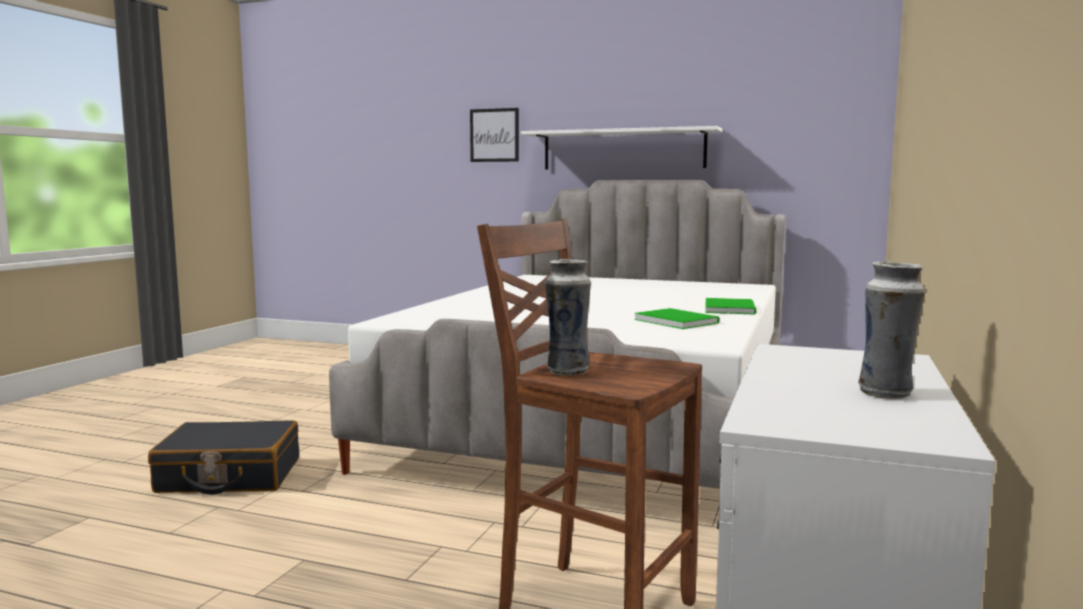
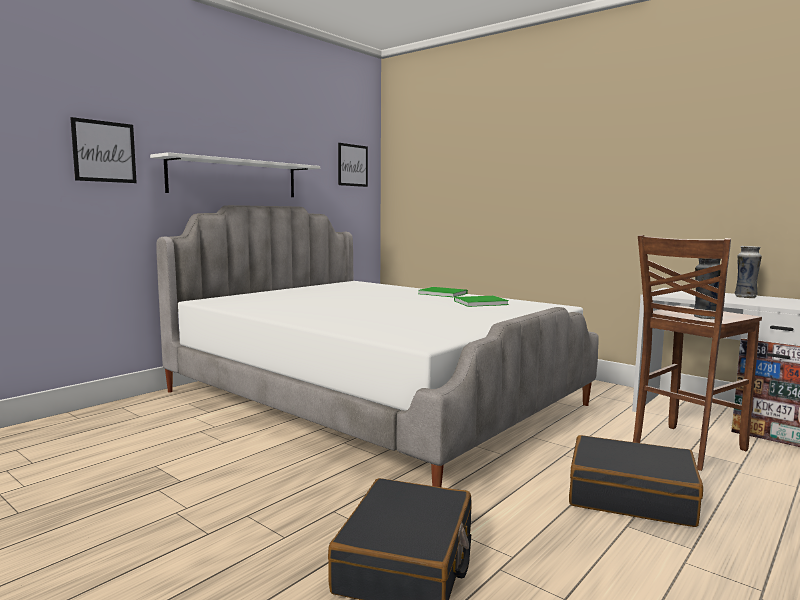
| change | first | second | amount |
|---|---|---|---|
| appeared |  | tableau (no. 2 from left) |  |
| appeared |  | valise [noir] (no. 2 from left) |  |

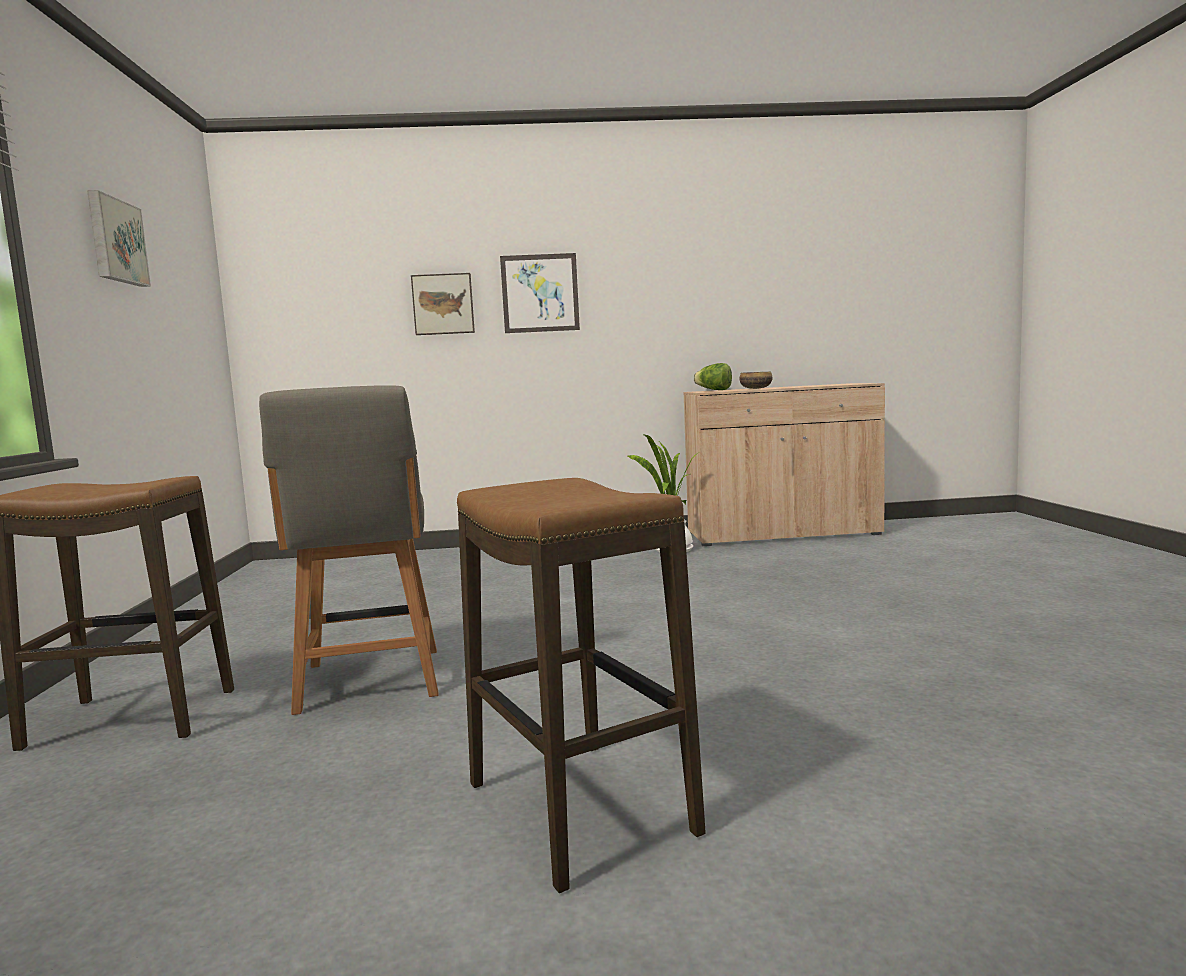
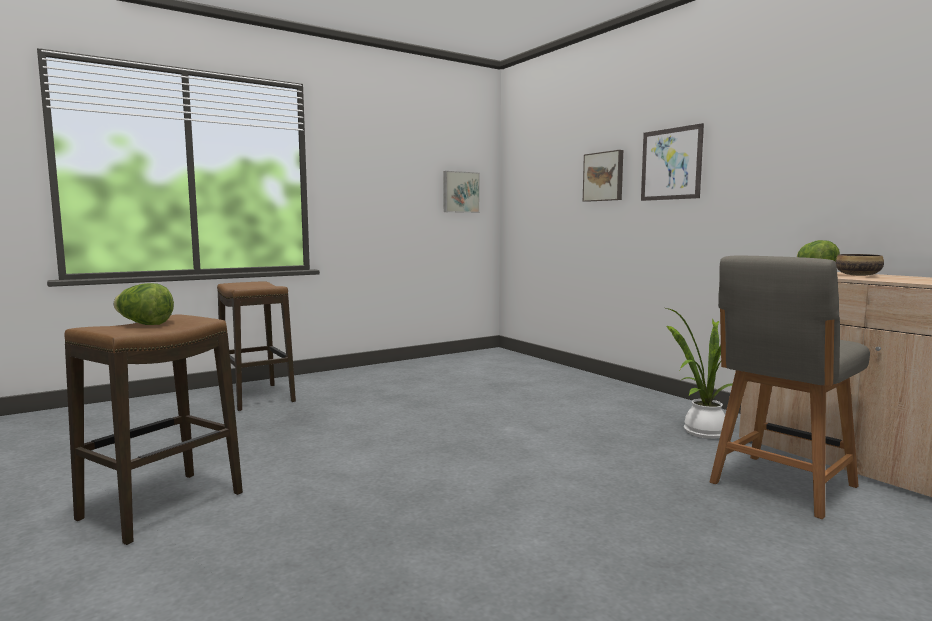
| change | first | second | amount |
|---|---|---|---|
| relocated | tableau (no. 1 from left) |  |  |
| relocated | chaise [gris] |  |  |
| appeared |  | laitue (no. 1 from left) |  |

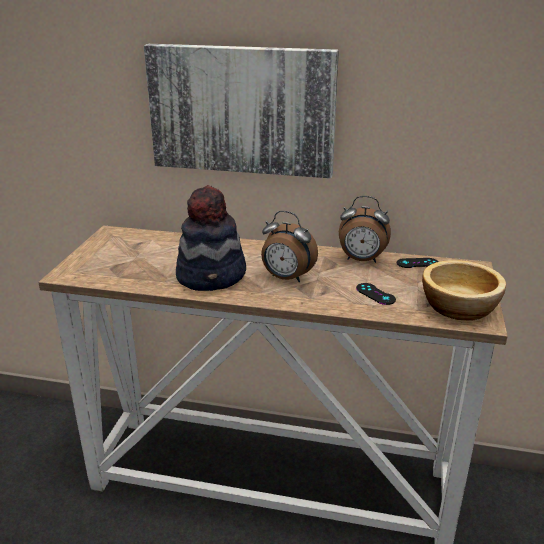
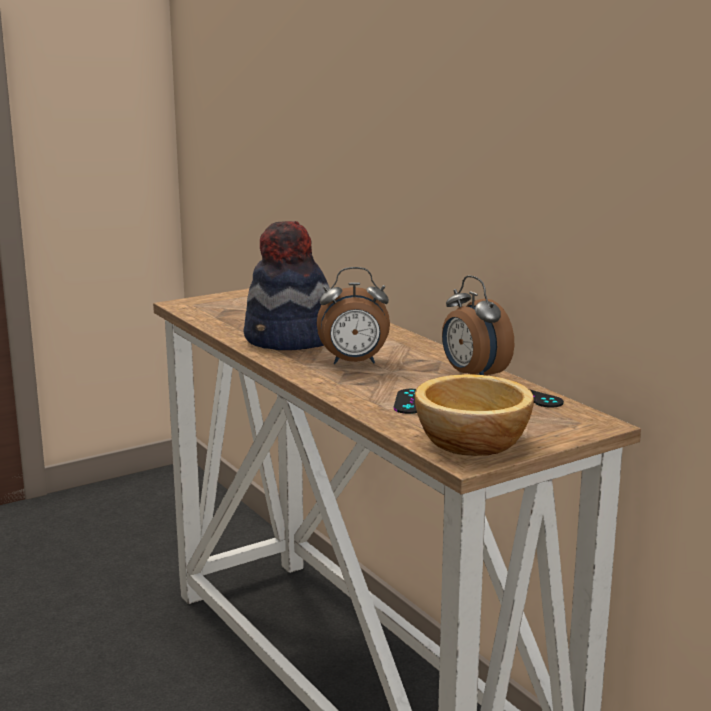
| change | first | second | amount |
|---|---|---|---|
| missing | tableau |  |  |
| spun | réveil (no. 1 from left) |  | 75 degrees counterclockwise |

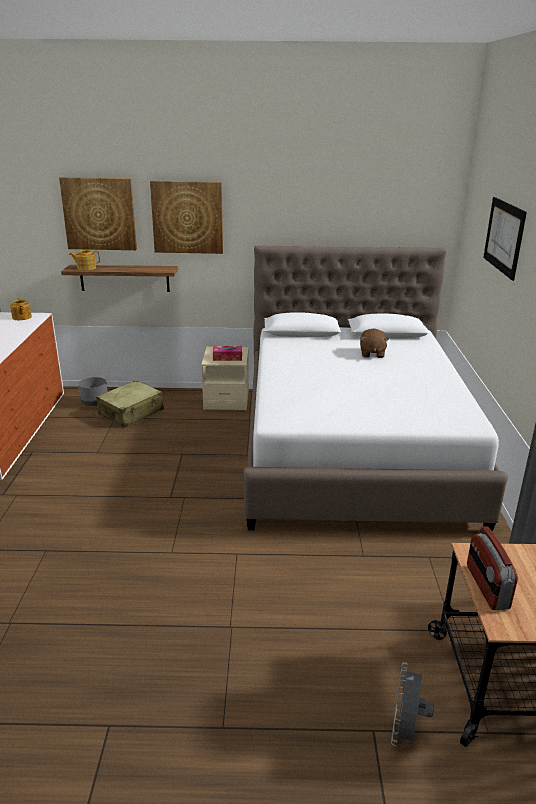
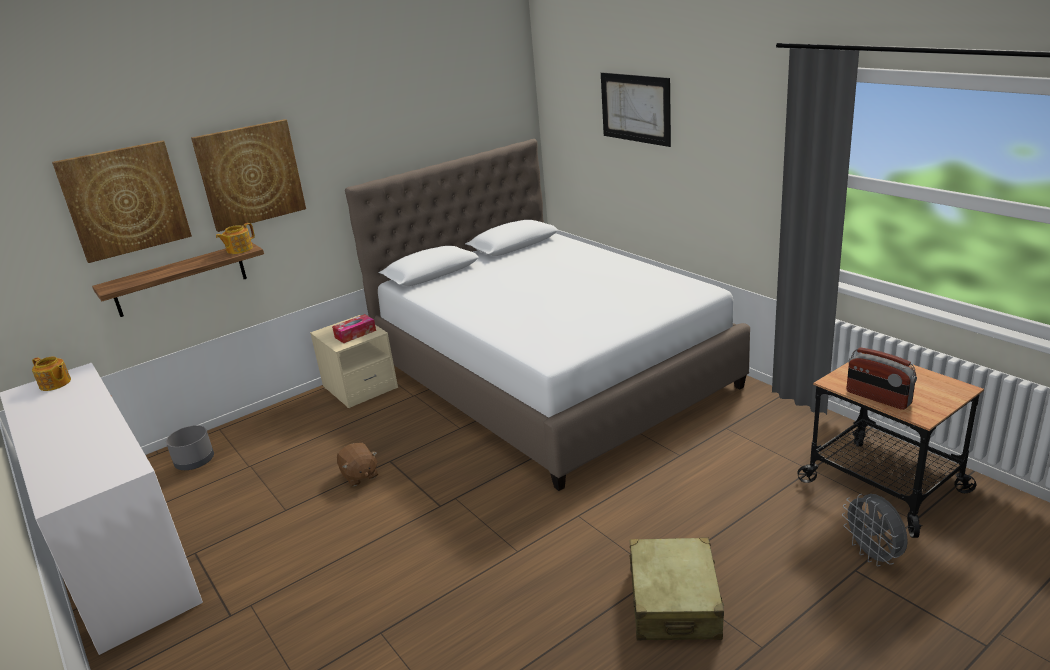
| change | first | second | amount |
|---|---|---|---|
| relocated | théière (no. 2 from left) |  |  |
| relocated | valise [beige] |  |  |
| relocated | peluche [marron] |  |  |

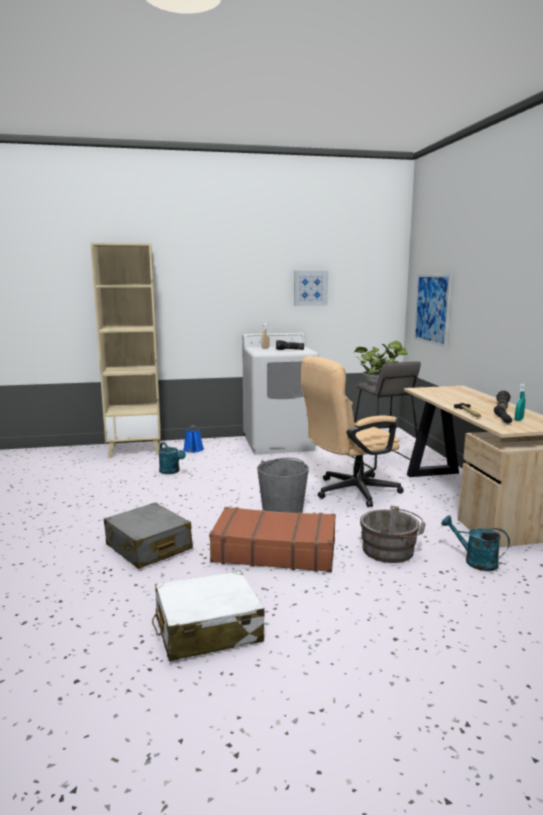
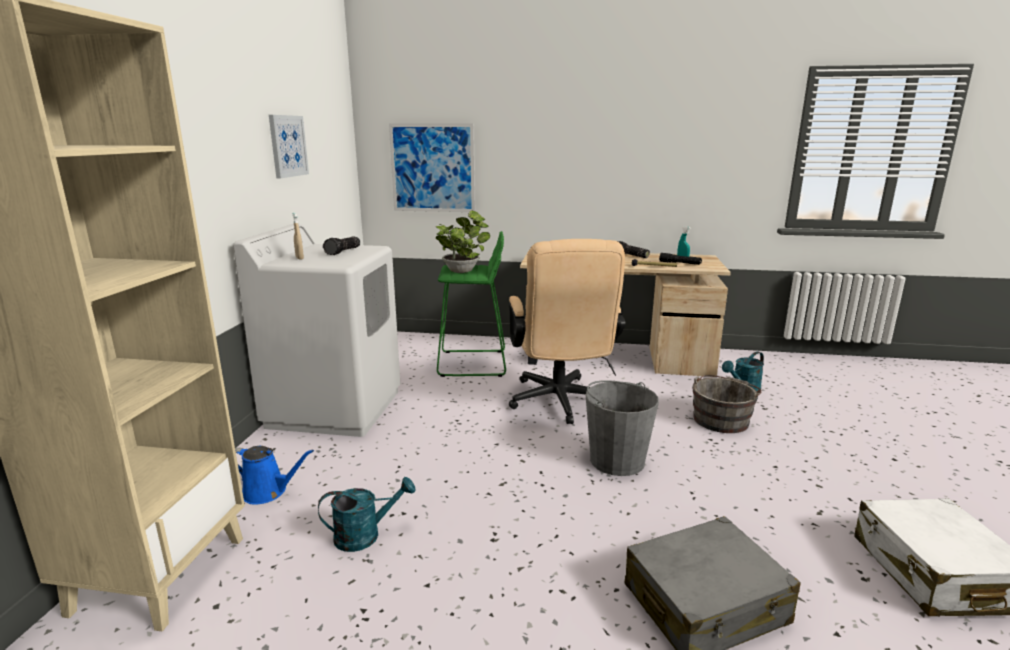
| change | first | second | amount |
|---|---|---|---|
| missing | valise [marron] |  |  |
| colour | tabouret [gris] | tabouret [vert] |  |

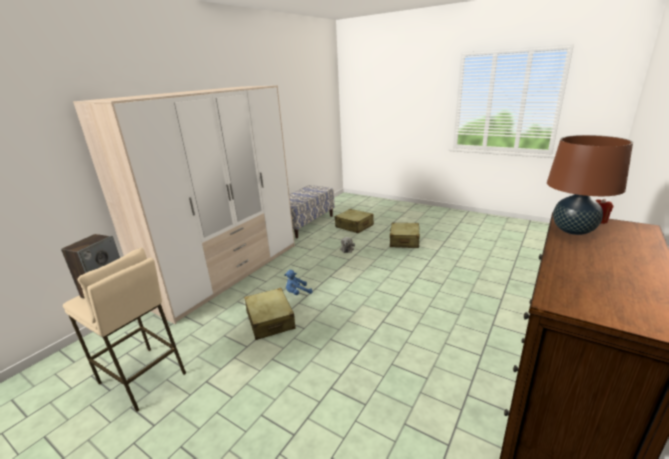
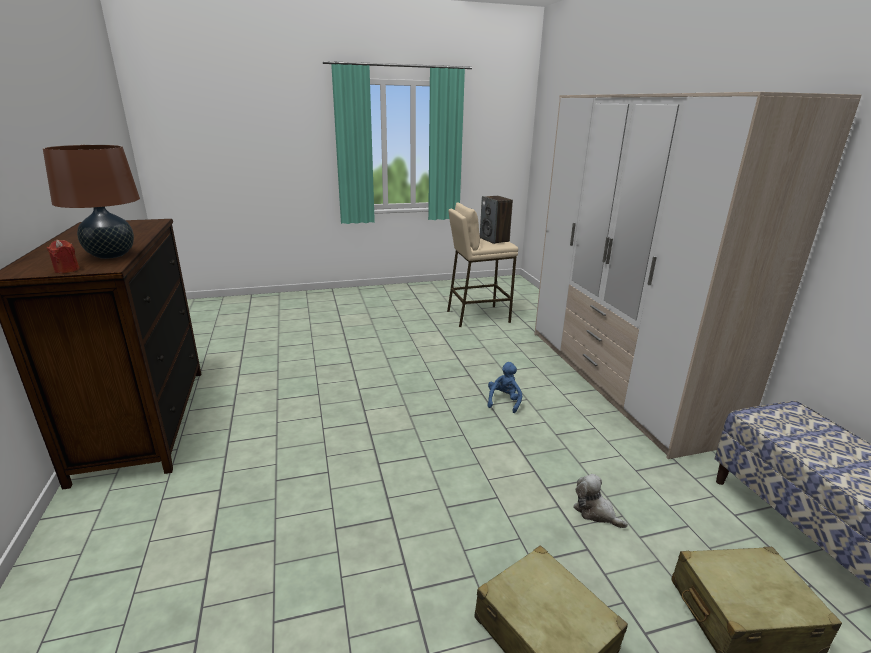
| change | first | second | amount |
|---|---|---|---|
| missing | valise [beige] (no. 1 from left) |  |  |

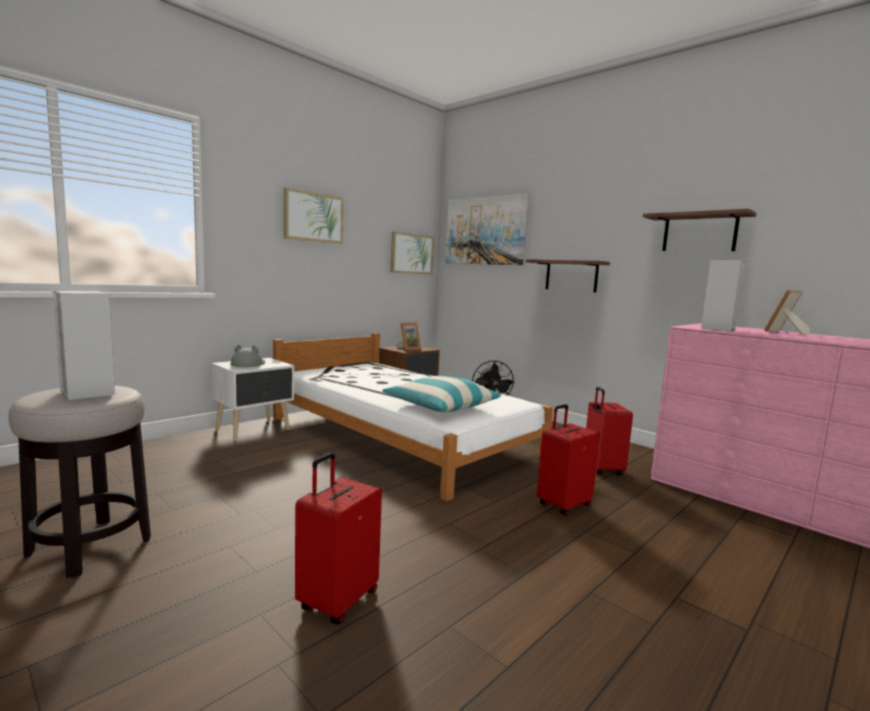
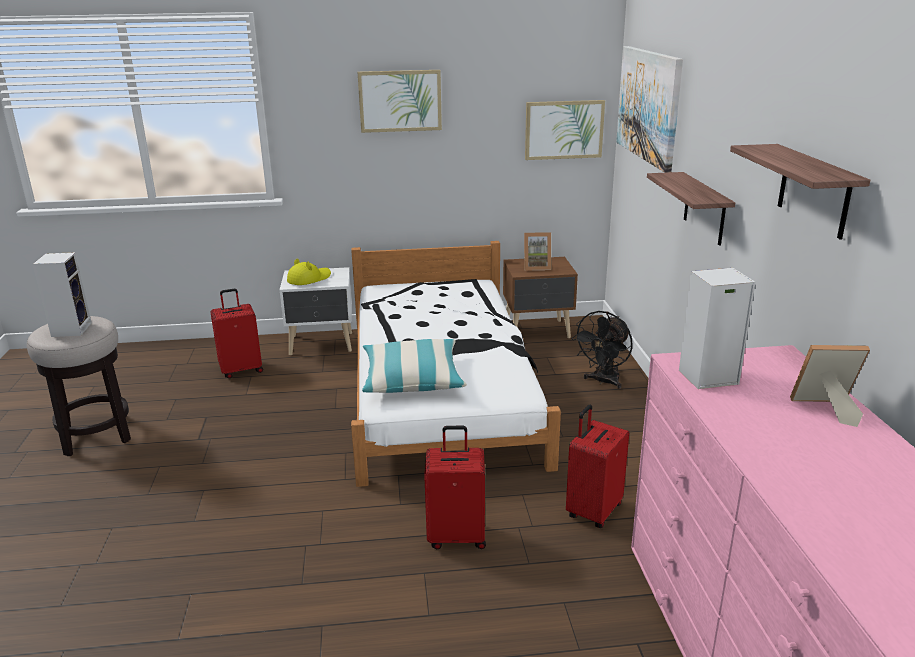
| change | first | second | amount |
|---|---|---|---|
| colour | chapeau [gris] | chapeau [jaune] |  |
| relocated | valise [rouge] (no. 1 from left) |  |  |

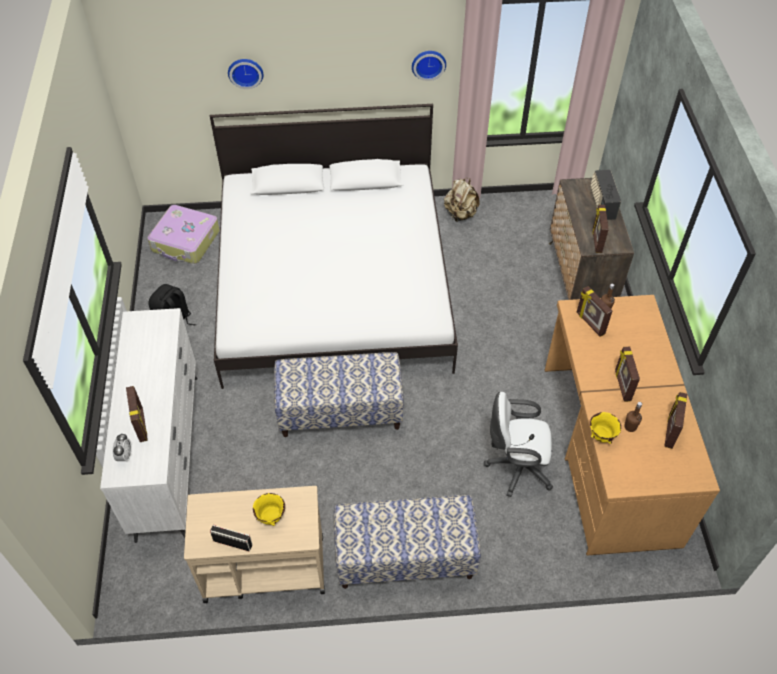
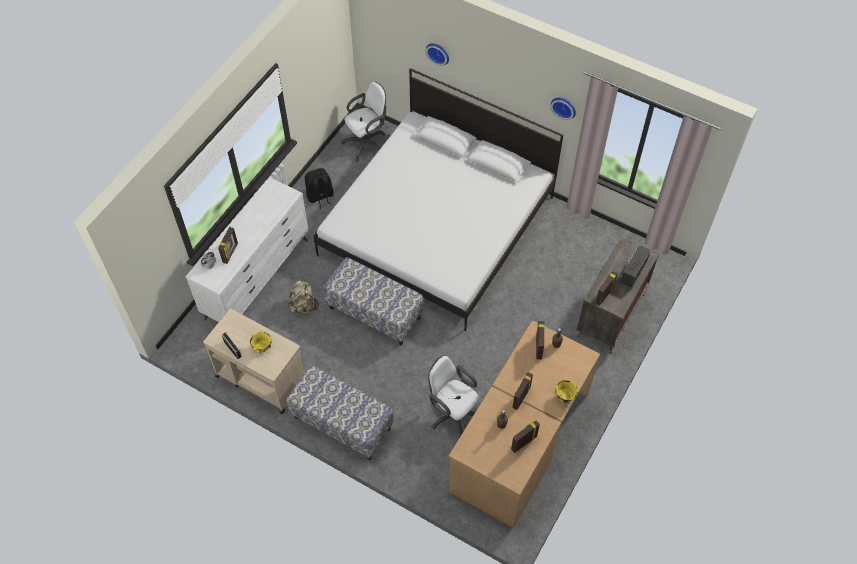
| change | first | second | amount |
|---|---|---|---|
| exchanged | valise | chaise de bureau [blanc] (no. 1 from left) |  |
| relocated | sac à dos [beige] |  |  |
| relocated | bol [jaune] (no. 2 from left) |  |  |

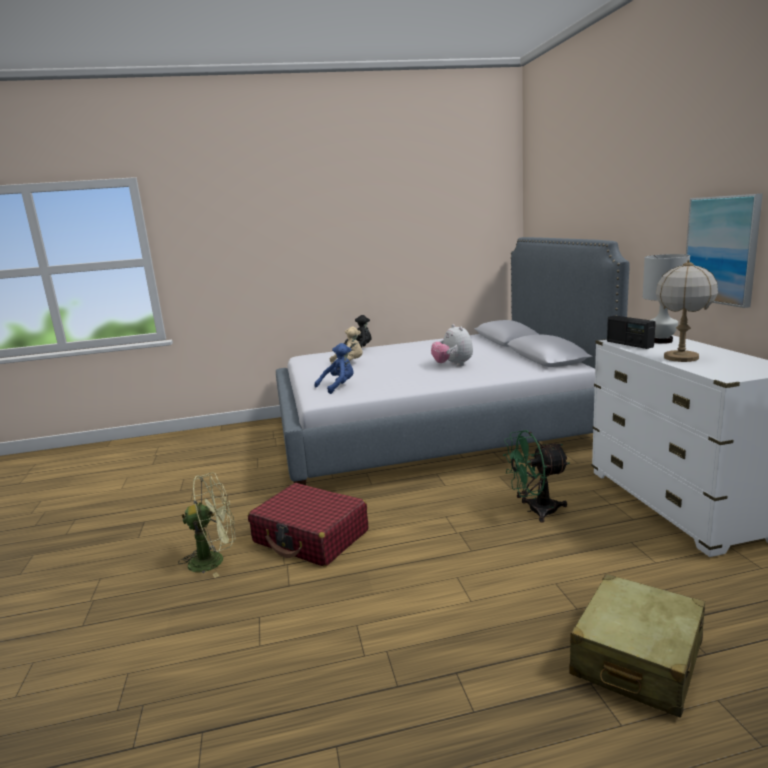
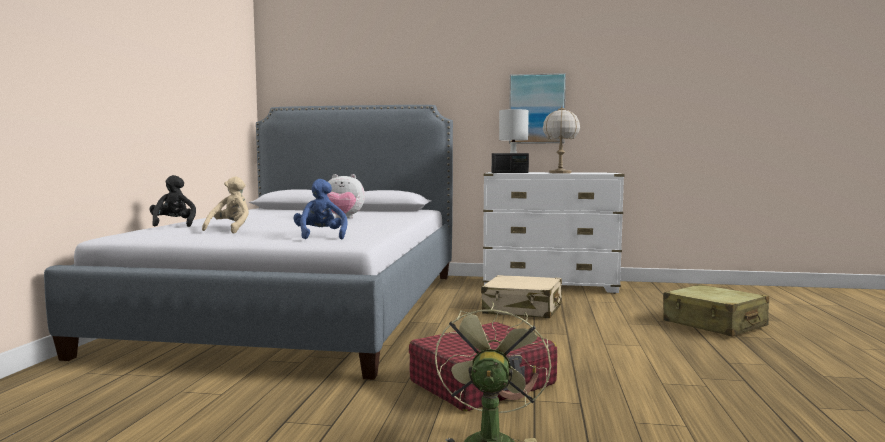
| change | first | second | amount |
|---|---|---|---|
| exchanged | ventilateur [vert] (no. 2 from left) | valise [beige] (no. 1 from left) |  |

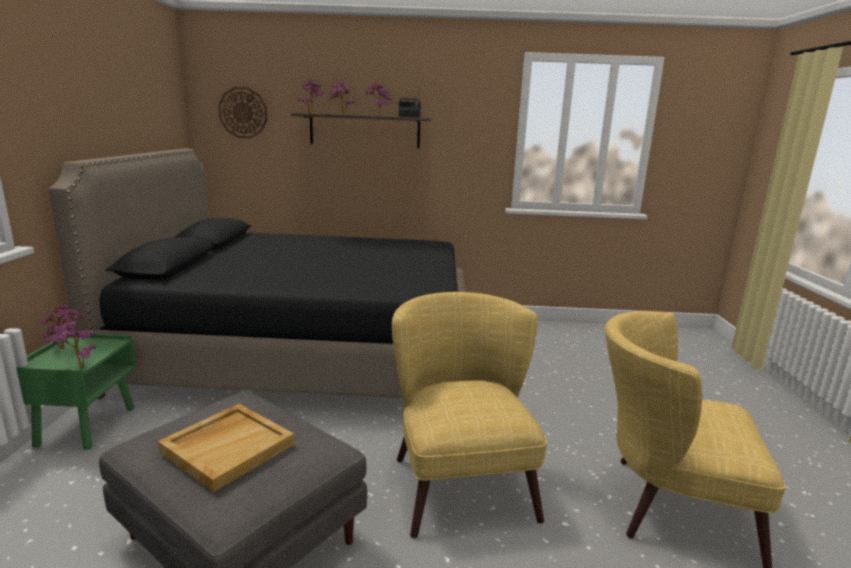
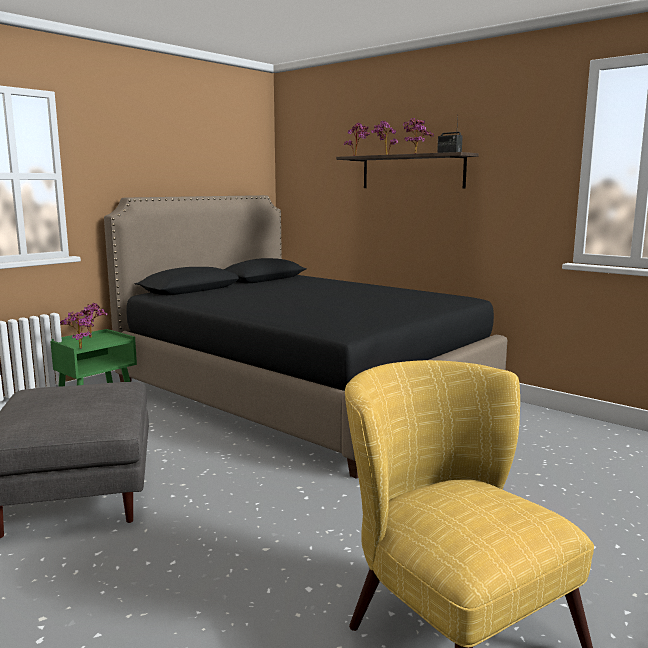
| change | first | second | amount |
|---|---|---|---|
| missing | plateau [beige] |  |  |
| missing | horloge murale |  |  |
| missing | fauteuil [jaune] (no. 1 from left) |  |  |

